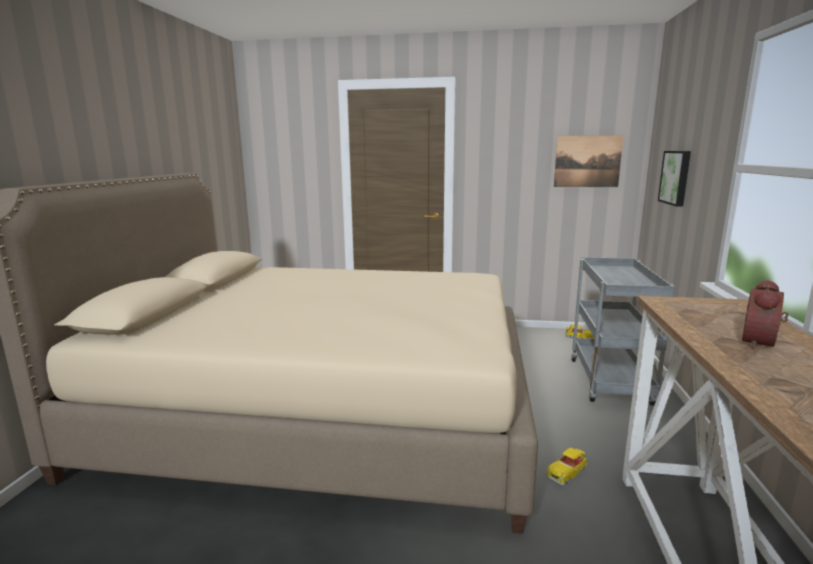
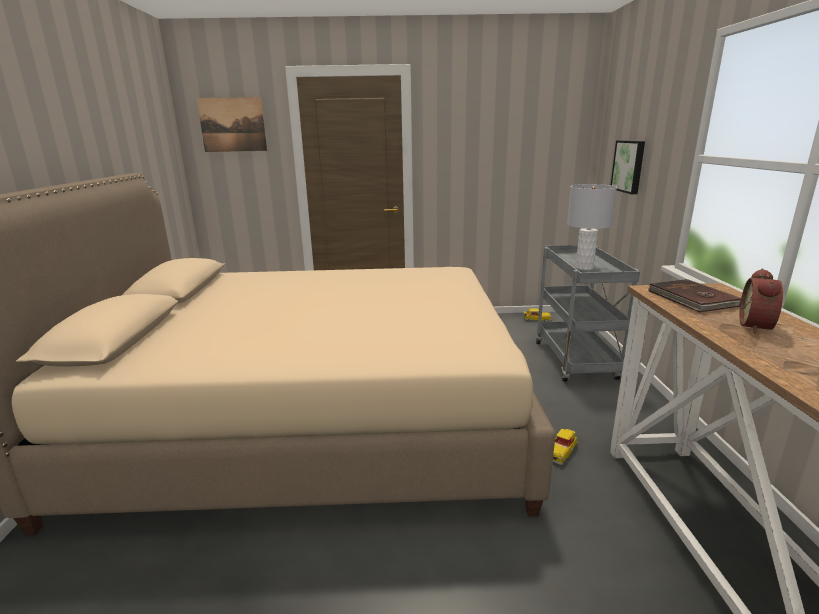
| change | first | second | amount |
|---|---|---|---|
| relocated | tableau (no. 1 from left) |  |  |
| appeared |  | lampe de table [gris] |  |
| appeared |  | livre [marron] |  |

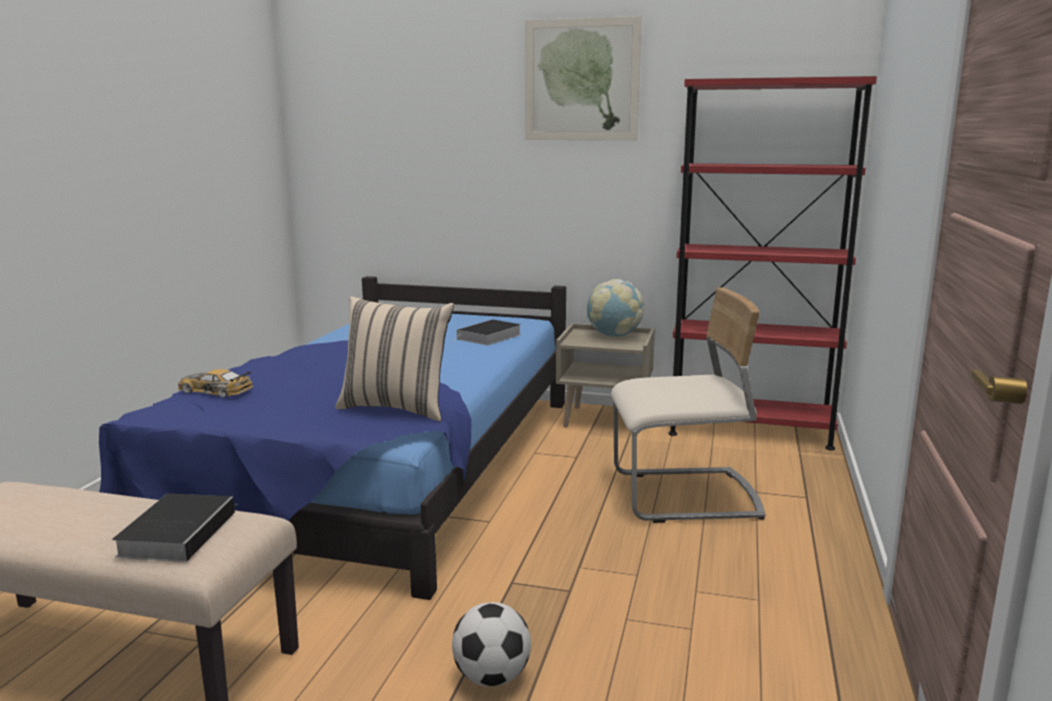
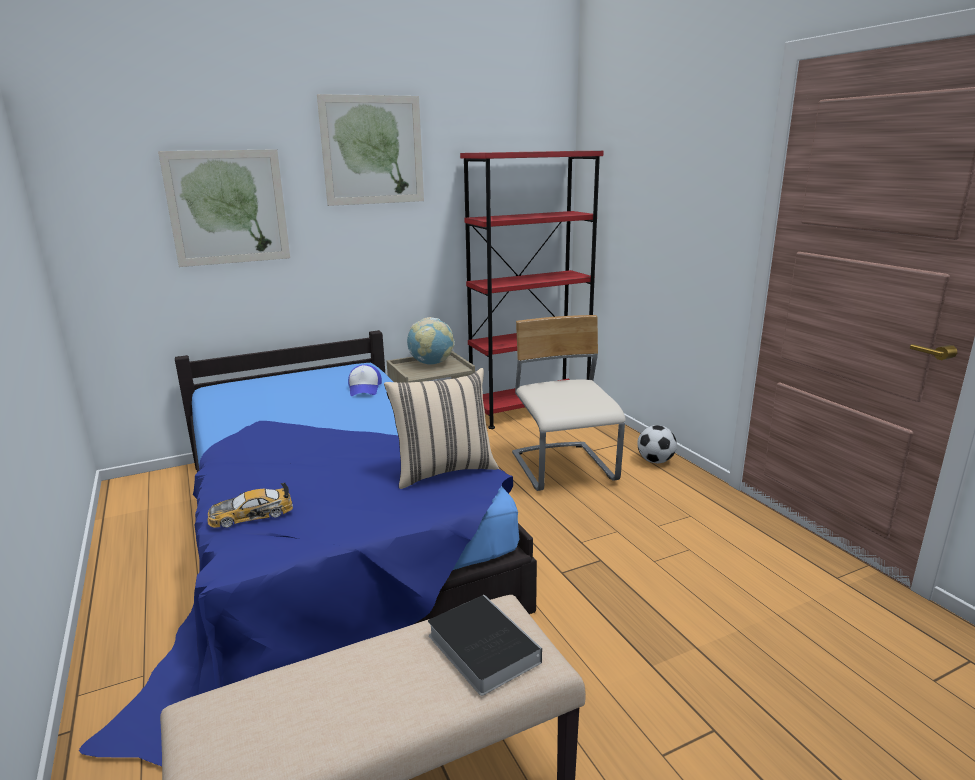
| change | first | second | amount |
|---|---|---|---|
| relocated | ballon de foot |  |  |
| exchanged | livre (no. 2 from left) | casquette |  |
| spun | chaise [beige] |  | 60 degrees counterclockwise |
| appeared |  | tableau (no. 1 from left) |  |

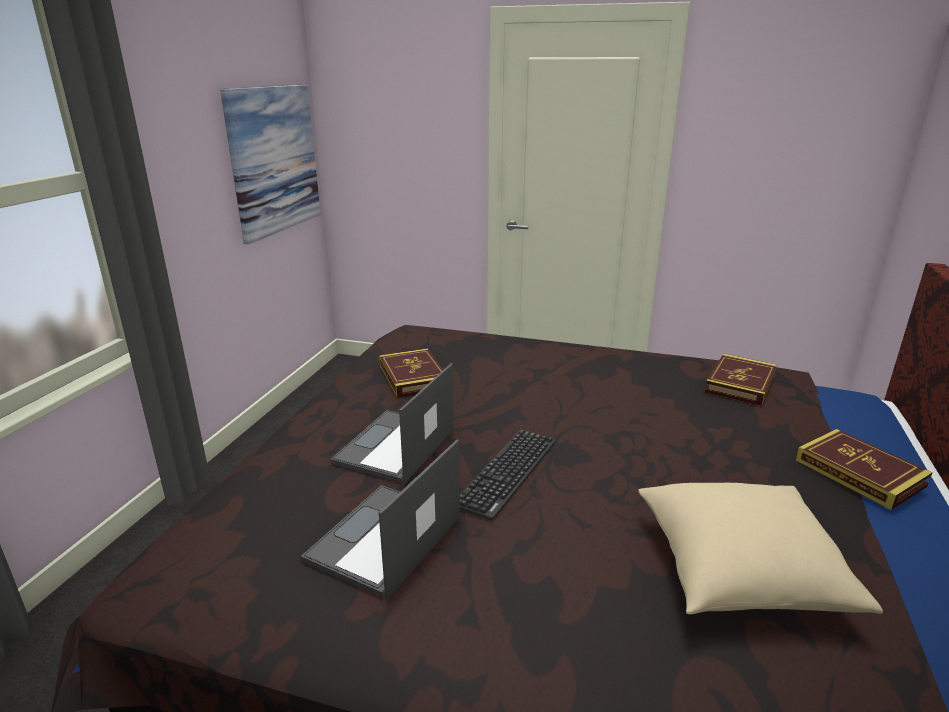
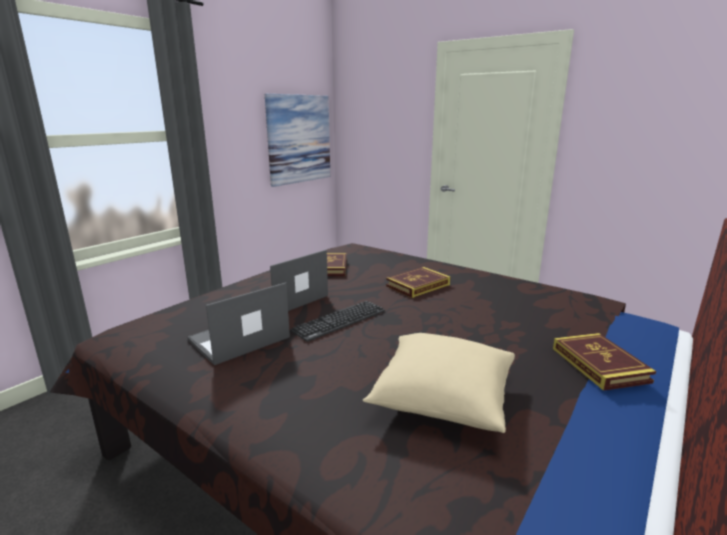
| change | first | second | amount |
|---|---|---|---|
| relocated | livre (no. 2 from left) |  |  |

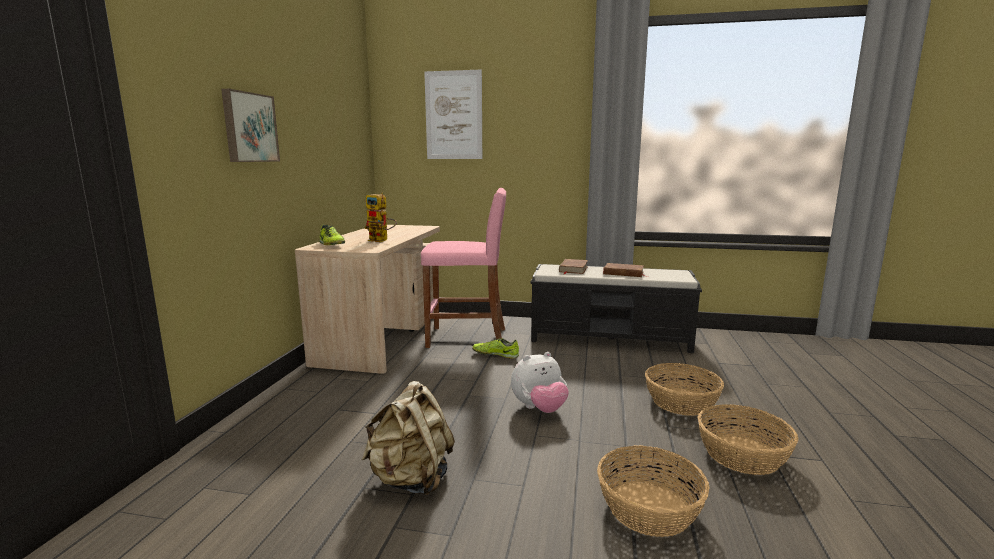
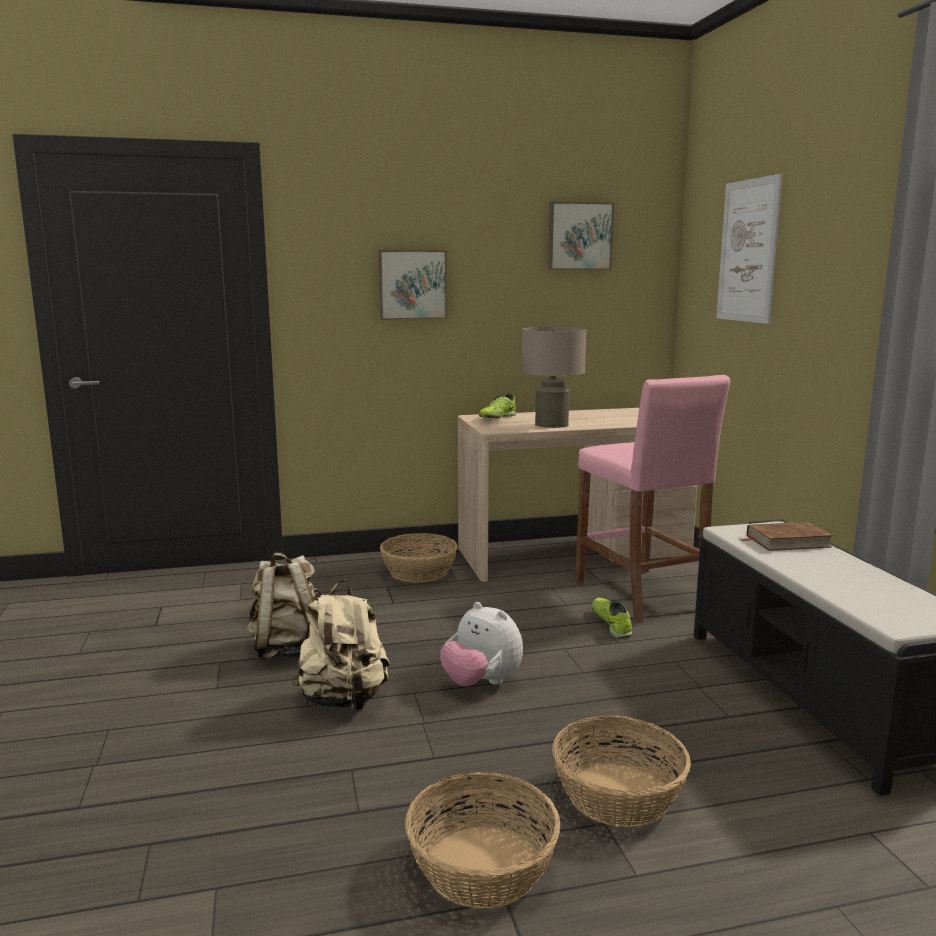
| change | first | second | amount |
|---|---|---|---|
| exchanged | robot jouet | lampe de table [beige] |  |
| relocated | panier (no. 1 from left) |  |  |
| missing | livre [marron] (no. 2 from left) |  |  |
| appeared |  | sac à dos [beige] (no. 2 from left) |  |
| appeared |  | tableau (no. 2 from left) |  |

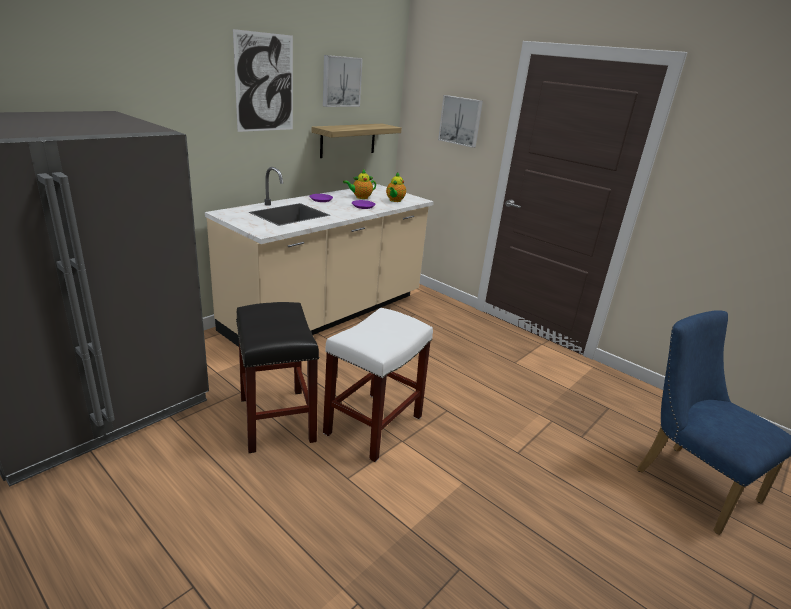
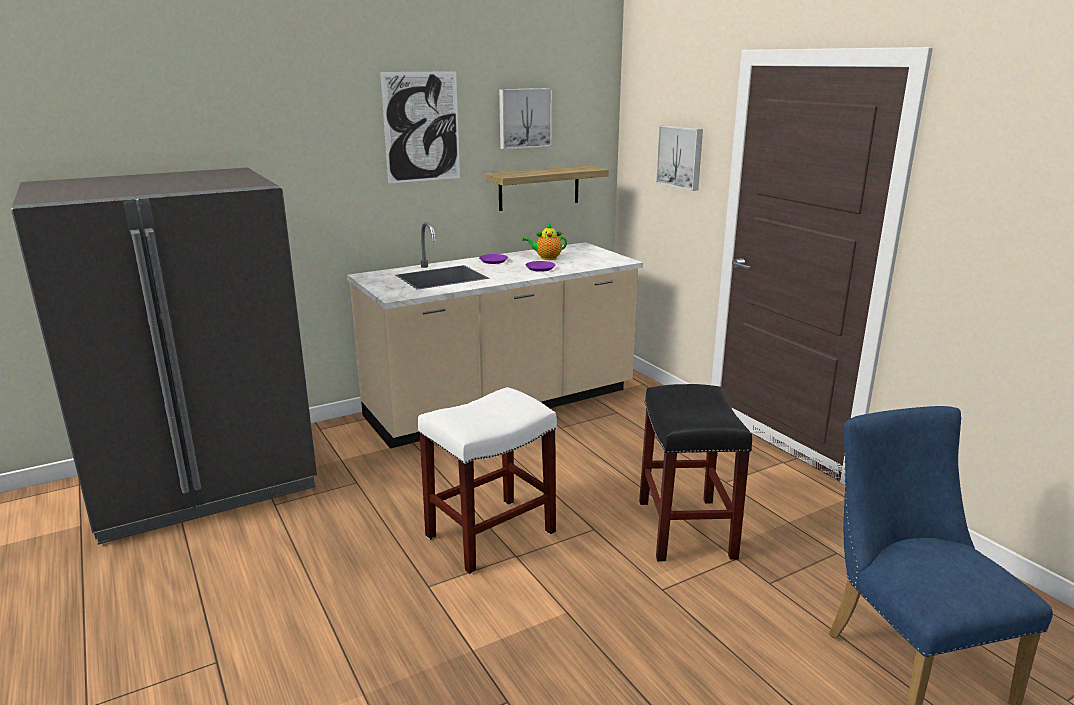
| change | first | second | amount |
|---|---|---|---|
| relocated | tabouret [noir] |  |  |
| missing | théière (no. 2 from left) |  |  |

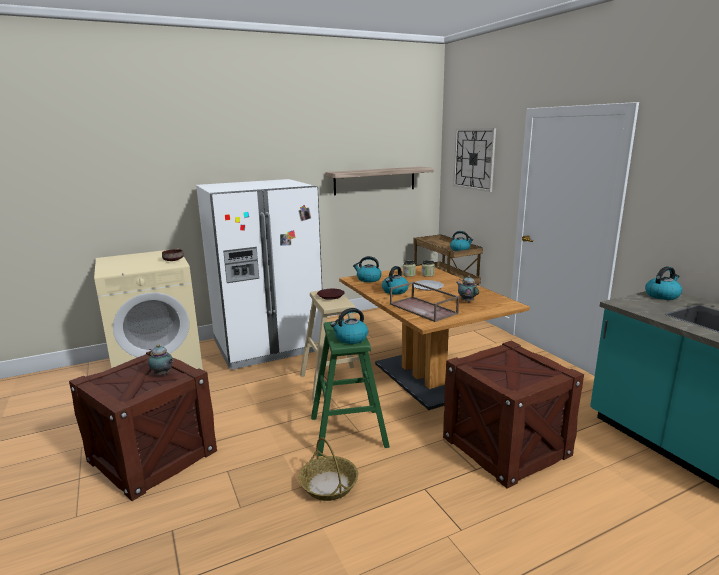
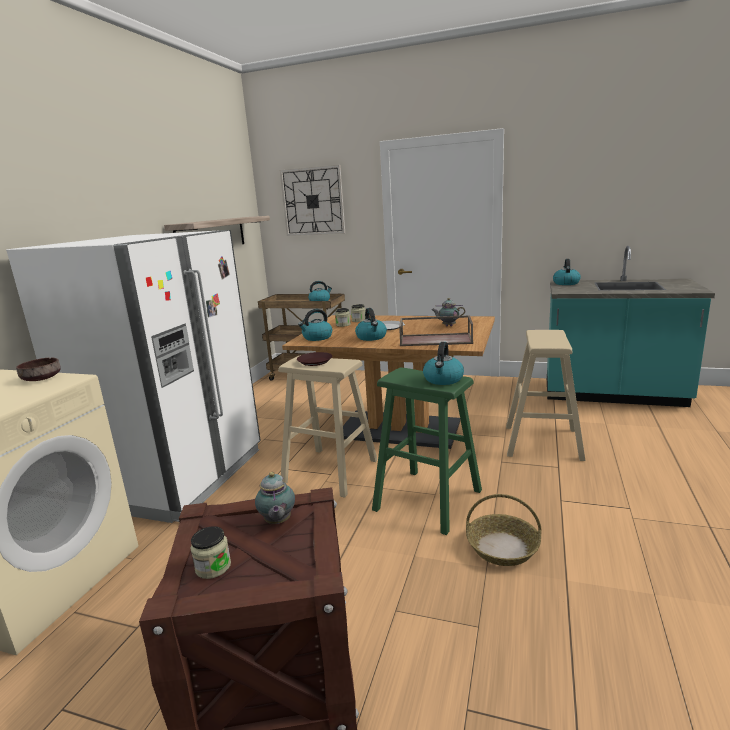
| change | first | second | amount |
|---|---|---|---|
| spun | théière (no. 1 from left) |  | 90 degrees clockwise |
| exchanged | caisse (no. 2 from left) | tabouret [beige] (no. 2 from left) |  |
| appeared |  | bocal (no. 1 from left) |  |

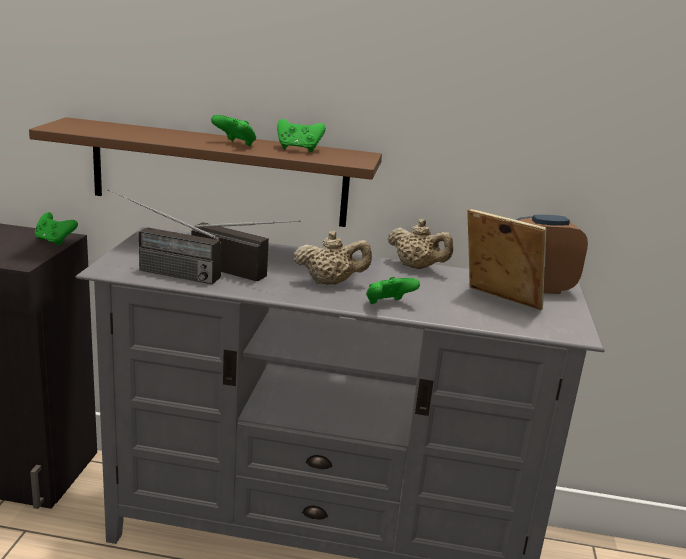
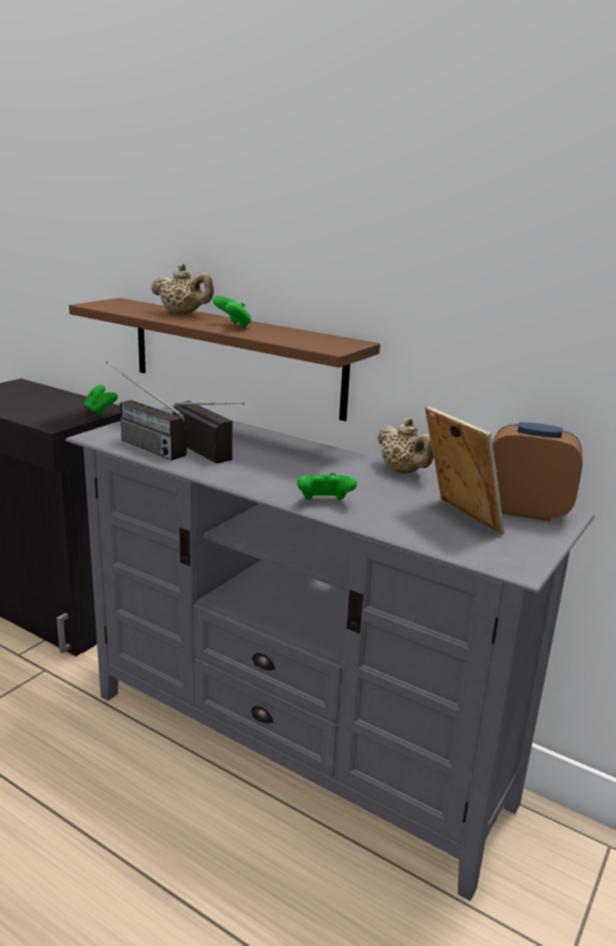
| change | first | second | amount |
|---|---|---|---|
| missing | manette [vert] (no. 3 from left) |  |  |
| relocated | théière [beige] (no. 1 from left) |  |  |

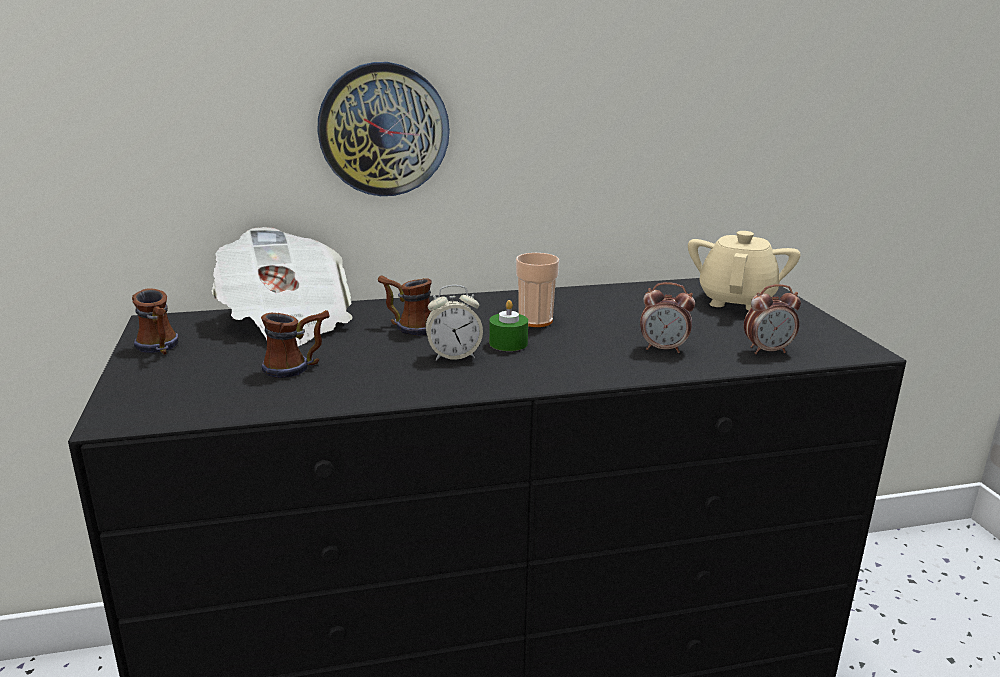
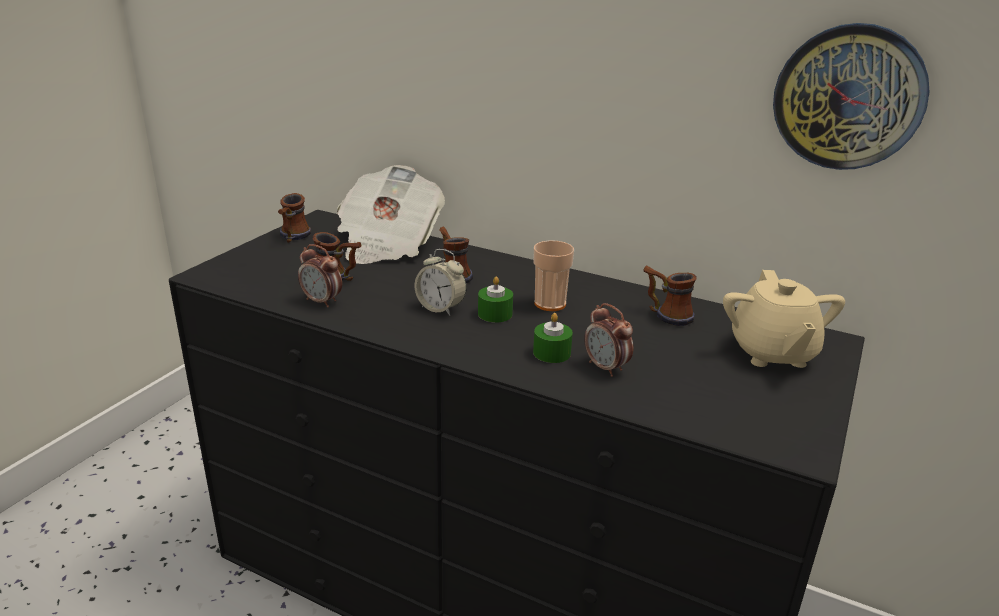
| change | first | second | amount |
|---|---|---|---|
| relocated | horloge murale |  |  |
| spun | théière [beige] |  | 120 degrees clockwise |
| relocated | réveil (no. 3 from left in the first image) | réveil (no. 1 from left) |  |
| appeared |  | bougie [vert] (no. 2 from left) |  |
| appeared |  | mug (no. 4 from left) |  |

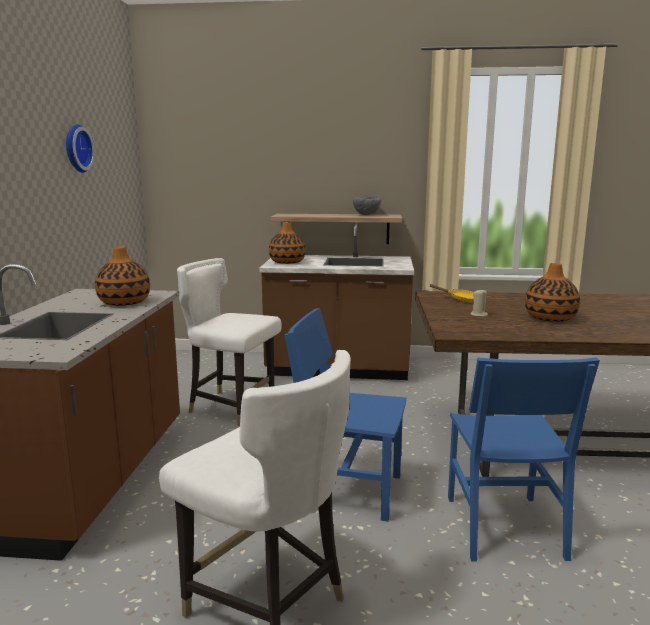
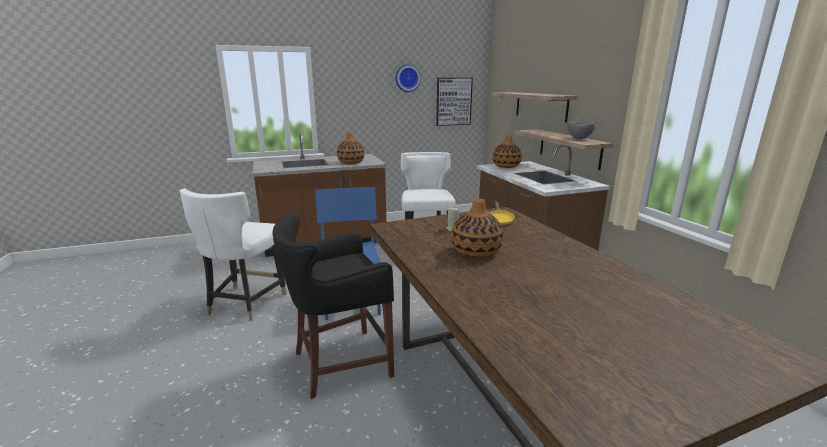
| change | first | second | amount |
|---|---|---|---|
| exchanged | chaise [bleu] (no. 2 from left) | tabouret [noir] |  |
| appeared |  | tableau |  |
| appeared |  | étagère (no. 1 from left) |  |

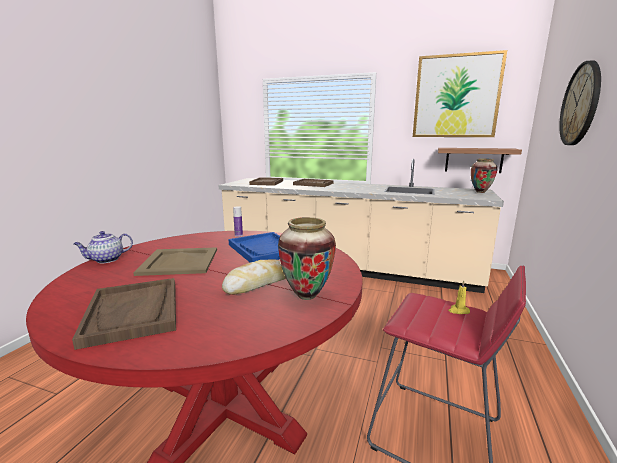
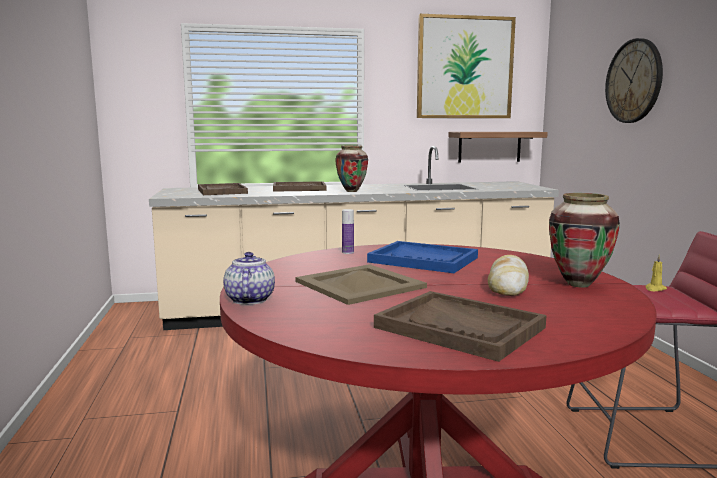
| change | first | second | amount |
|---|---|---|---|
| spun | théière |  | 150 degrees clockwise |
| relocated | vase (no. 2 from left in the first image) | vase (no. 1 from left) |  |

